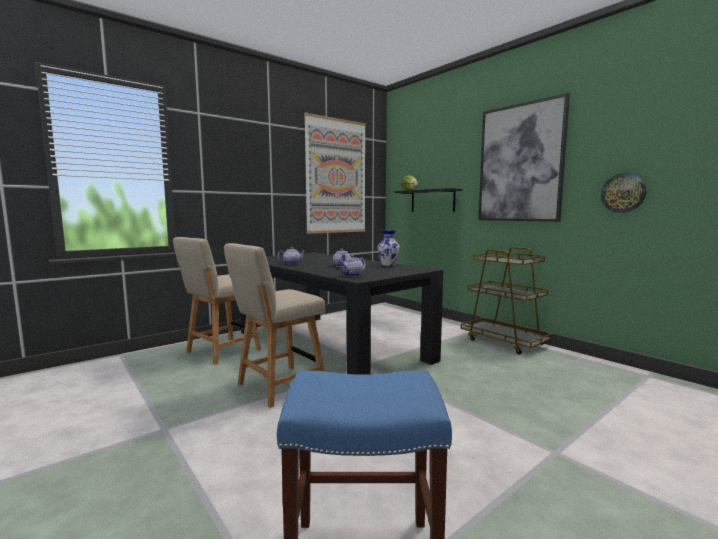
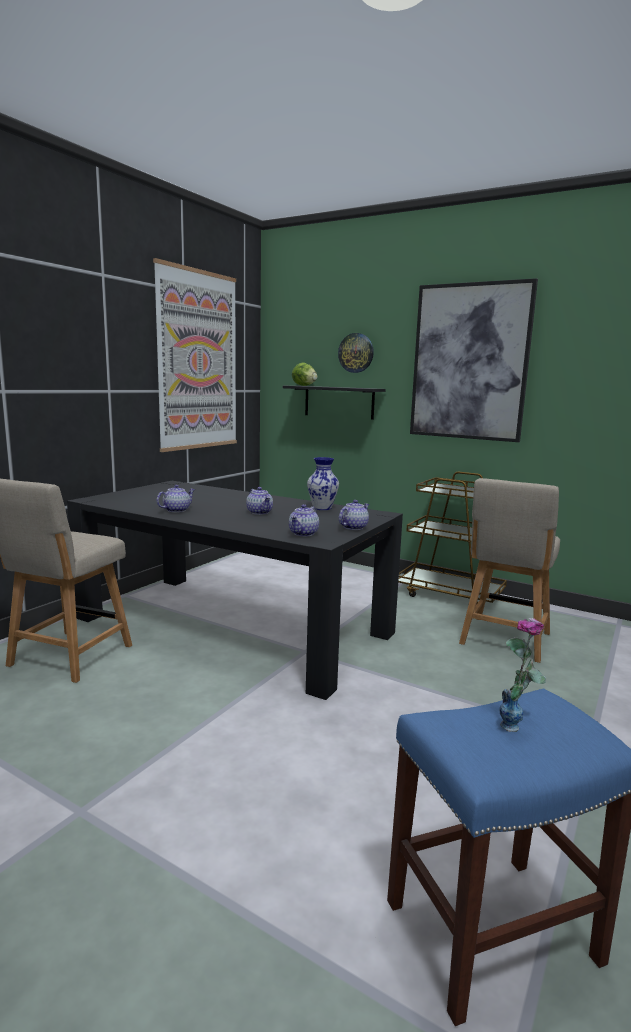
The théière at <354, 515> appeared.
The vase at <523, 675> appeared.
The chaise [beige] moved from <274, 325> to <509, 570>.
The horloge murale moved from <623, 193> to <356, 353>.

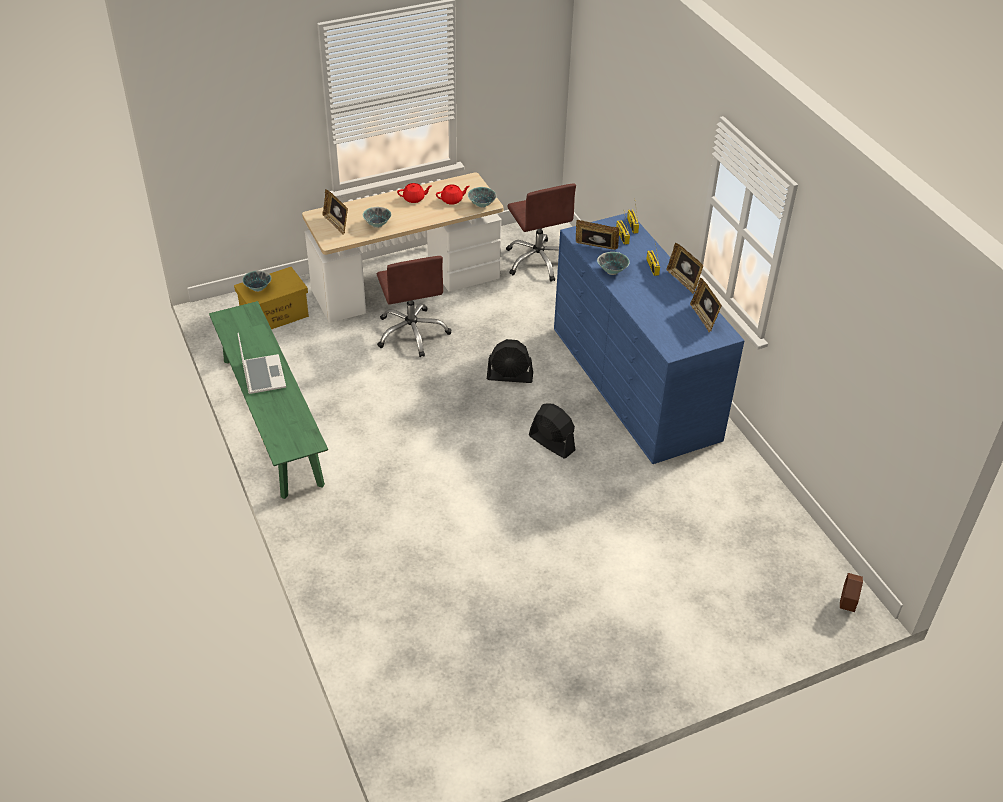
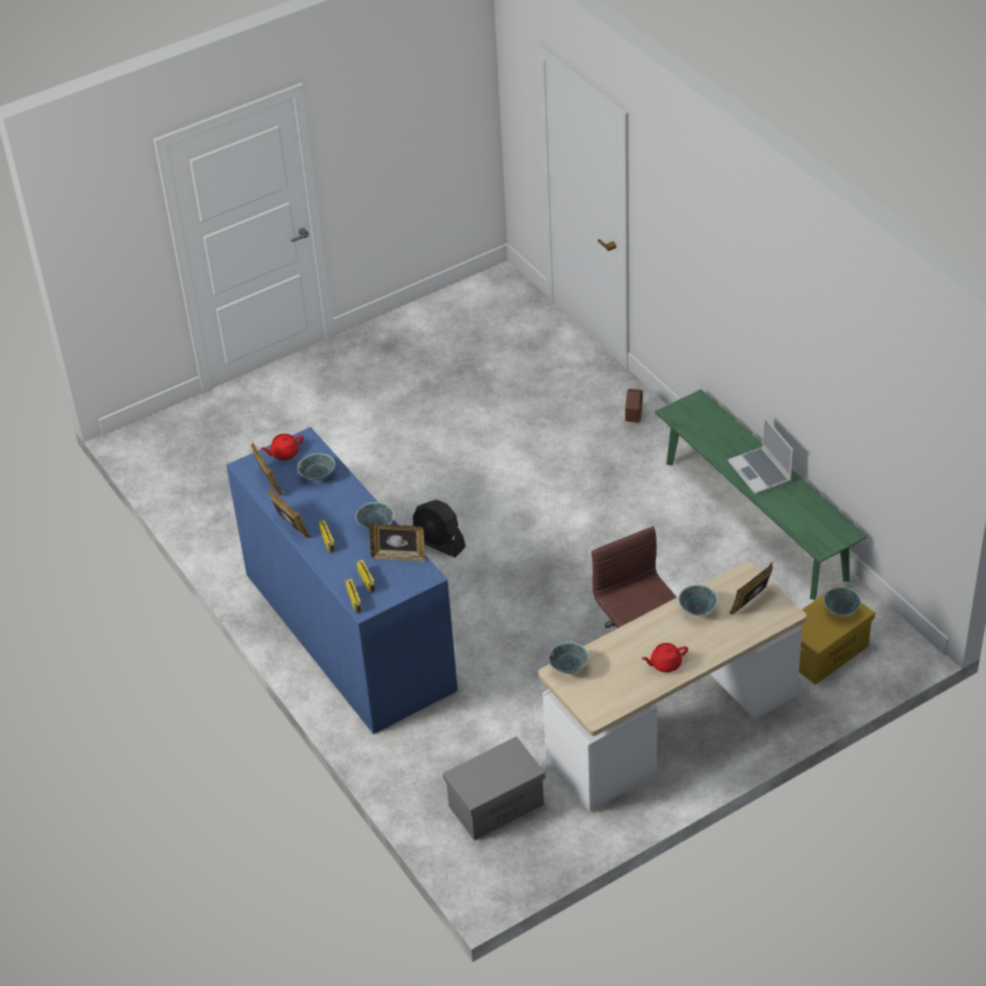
The ventilateur [noir] at <510, 361> disappeared.
The bol at <316, 467> appeared.
The théière [rouge] moved from <453, 194> to <282, 447>.
The cache-pot [marron] moved from <851, 592> to <634, 406>.
The chaise de bureau [marron] at <541, 232> was replaced by the boîte de rangement [gris] at <494, 788>.
The cadre photo at <335, 212> turned 90 degrees counterclockwise.

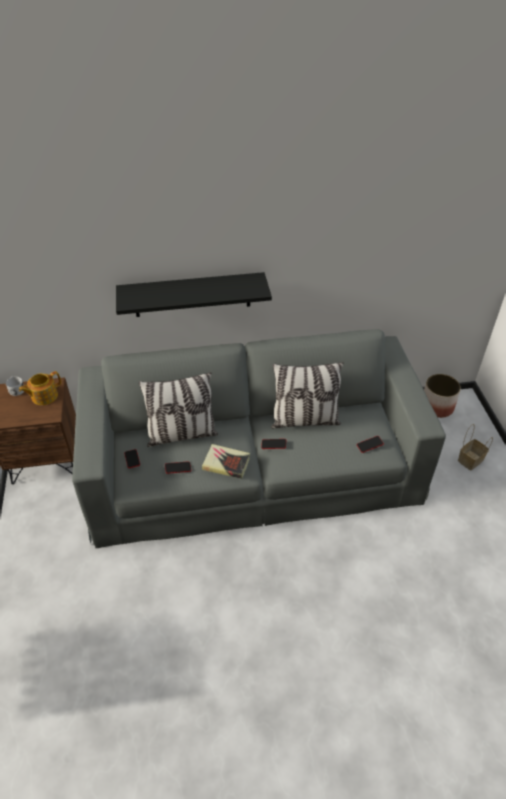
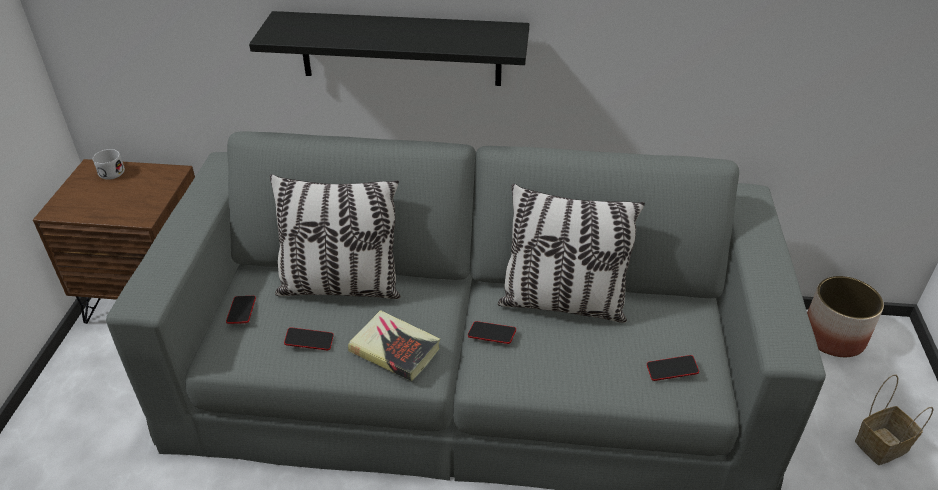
The théière at <40, 388> disappeared.

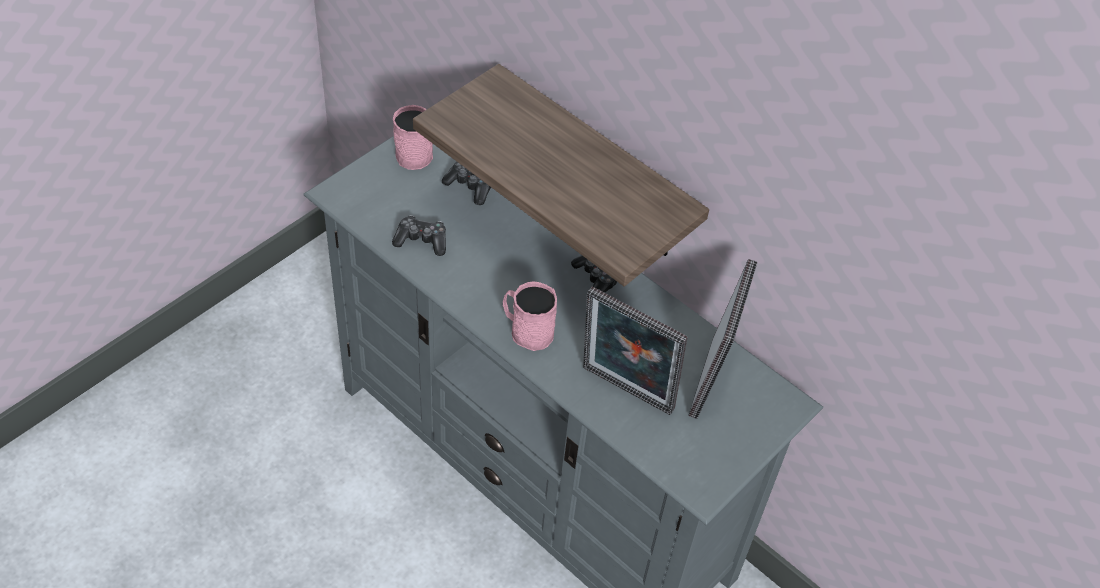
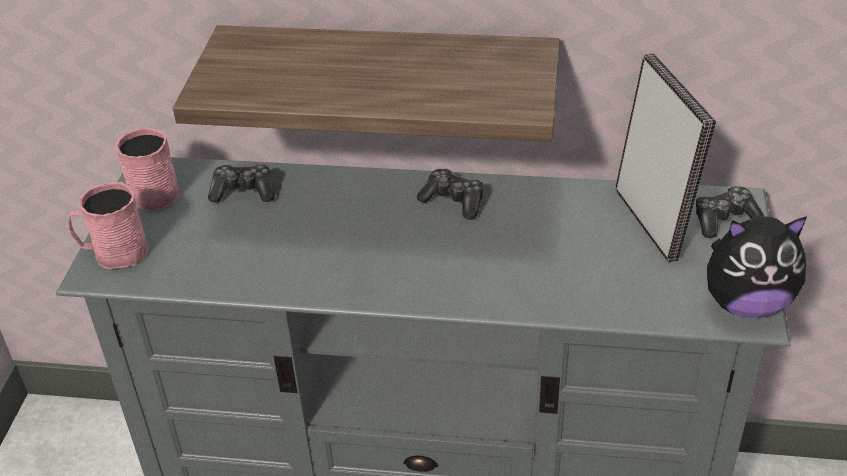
The cadre photo at <635, 350> disappeared.
The peluche at <757, 267> appeared.
The manette moved from <419, 235> to <730, 212>.
The mug [rose] moved from <530, 316> to <108, 225>.

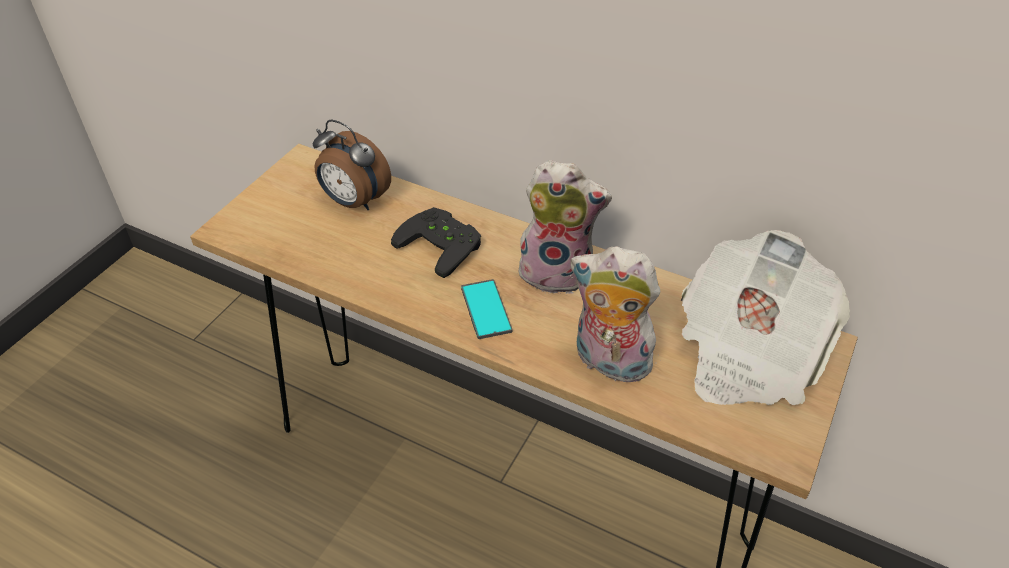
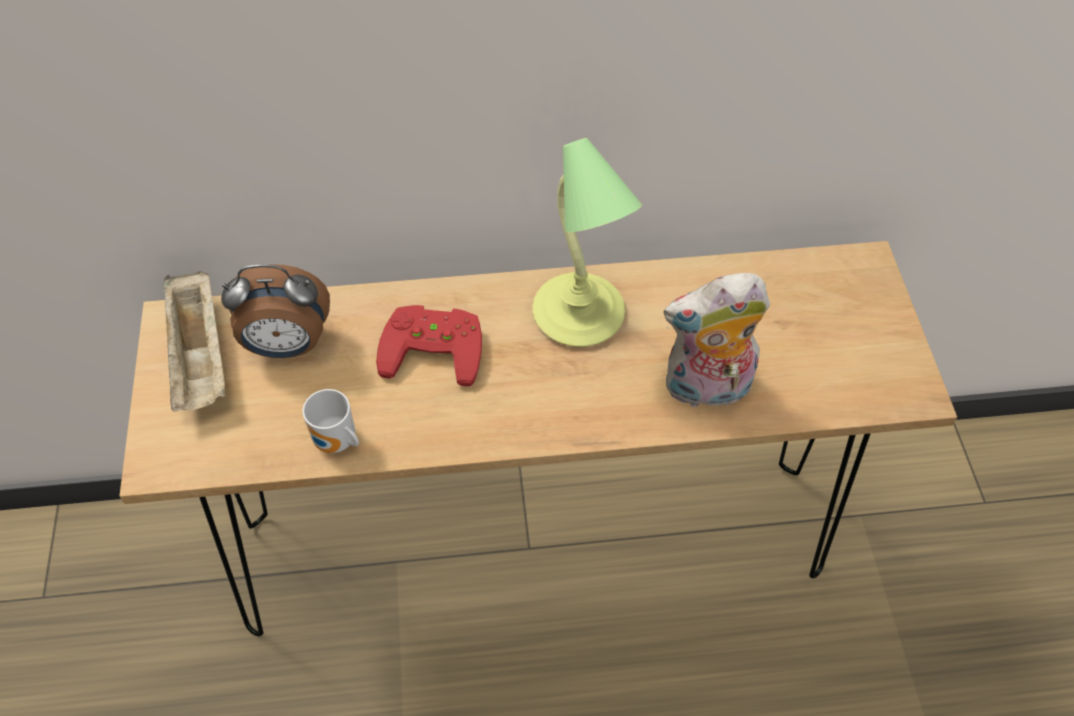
The téléphone at <486, 309> disappeared.
The journal at <765, 317> disappeared.
The plateau [beige] at <195, 341> appeared.
The mug at <330, 421> appeared.
The peluche at <565, 227> was replaced by the lampe de table at <587, 242>.
The manette [noir] at <436, 242> became the manette [rouge] at <429, 345>.

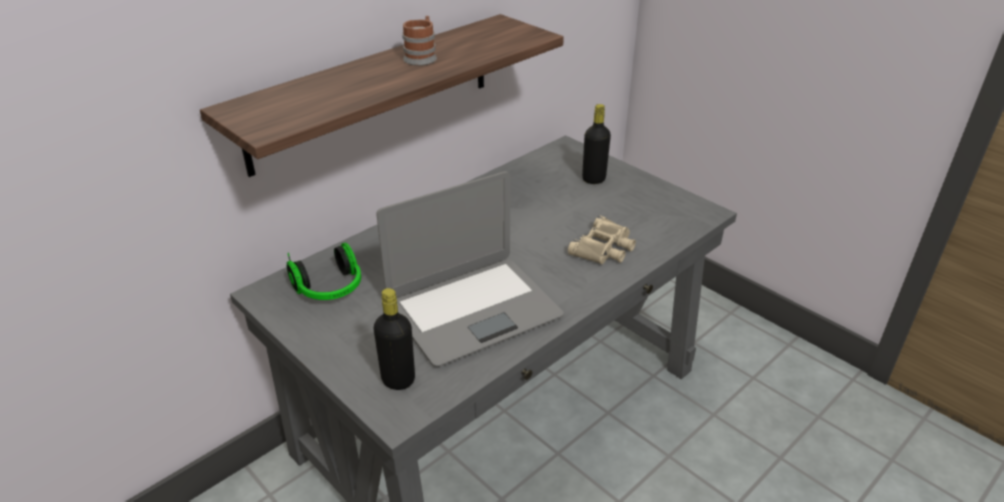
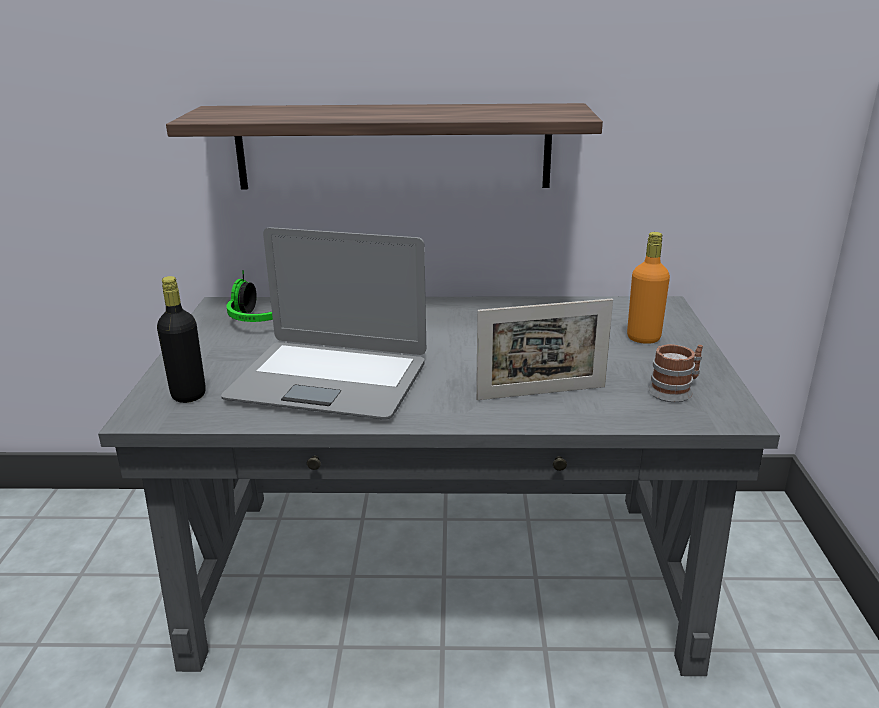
The mug moved from <419, 41> to <675, 373>.
The jumelles [beige] at <602, 239> was replaced by the cadre photo at <544, 349>.
The bouteille [noir] at <596, 144> became the bouteille [orange] at <648, 288>.

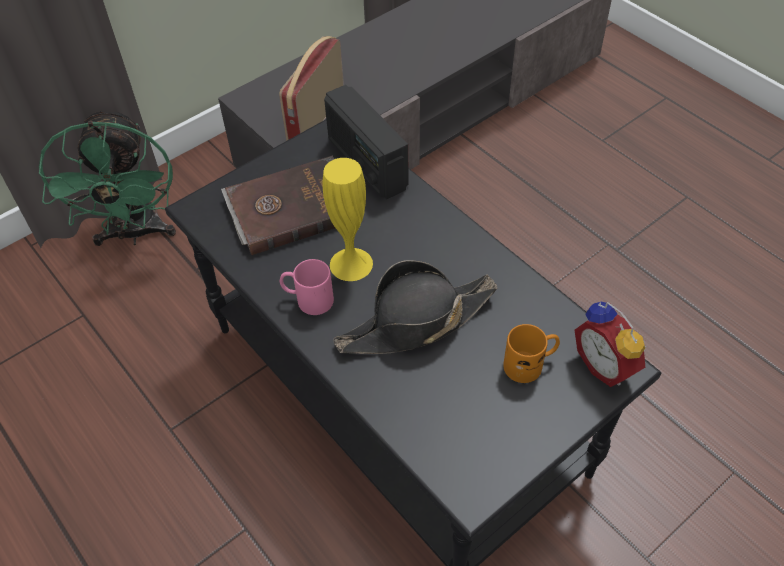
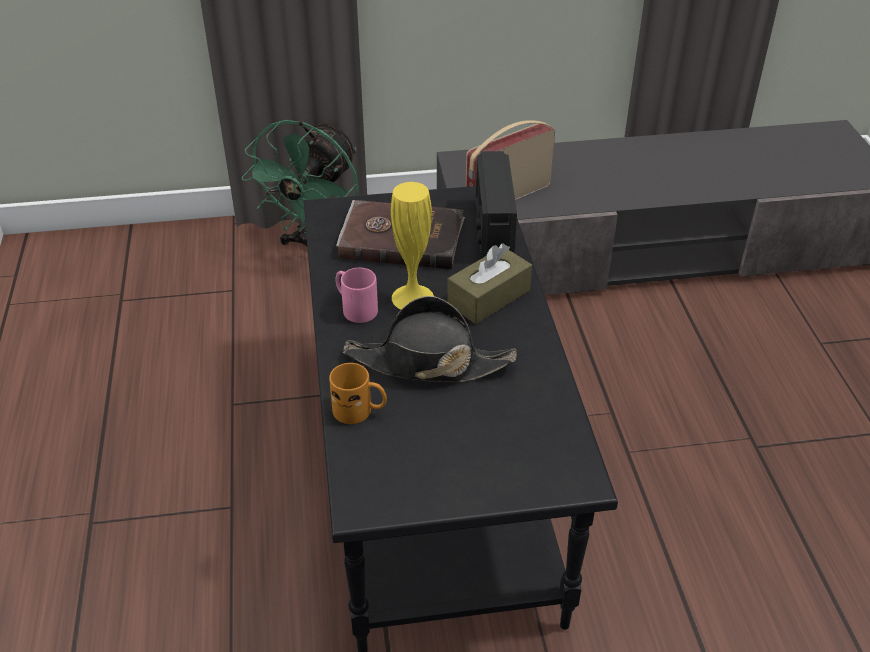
The réveil at <610, 344> disappeared.
The boîte à mouchoirs [marron] at <489, 283> appeared.
The mug [orange] moved from <531, 353> to <358, 393>.

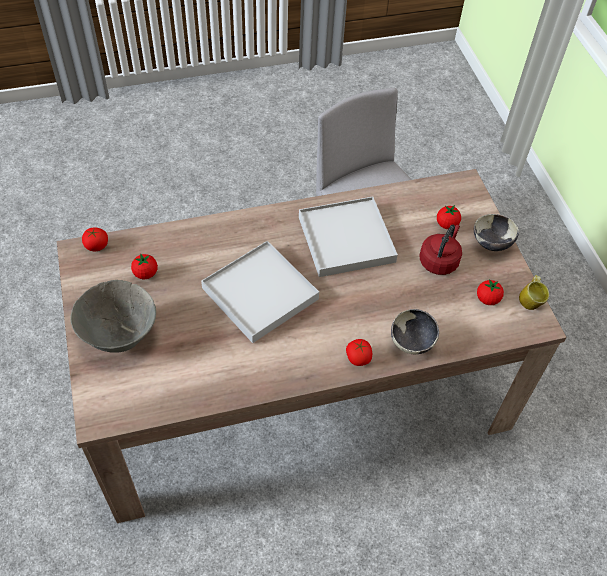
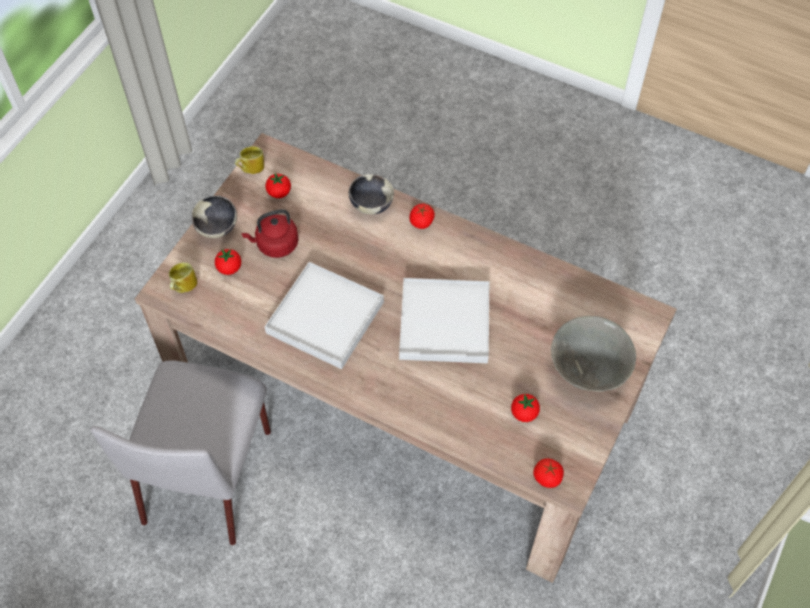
The mug at <183, 277> appeared.

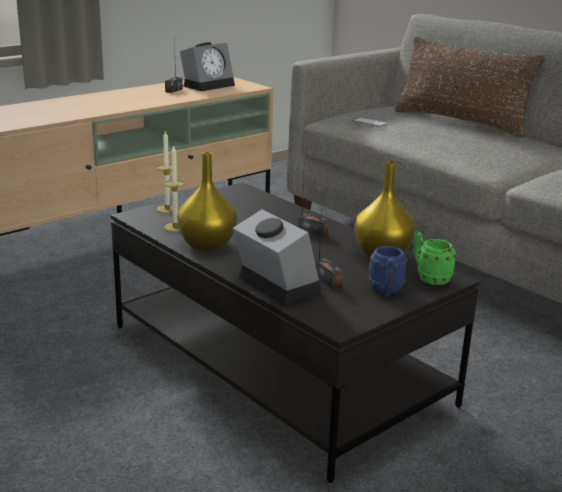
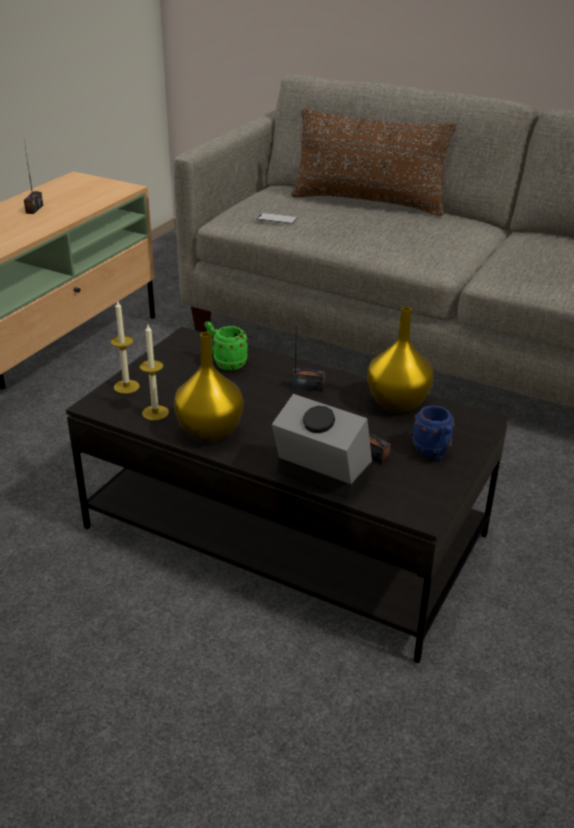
The réveil at <207, 66> disappeared.
The mug [vert] moved from <435, 258> to <226, 345>.

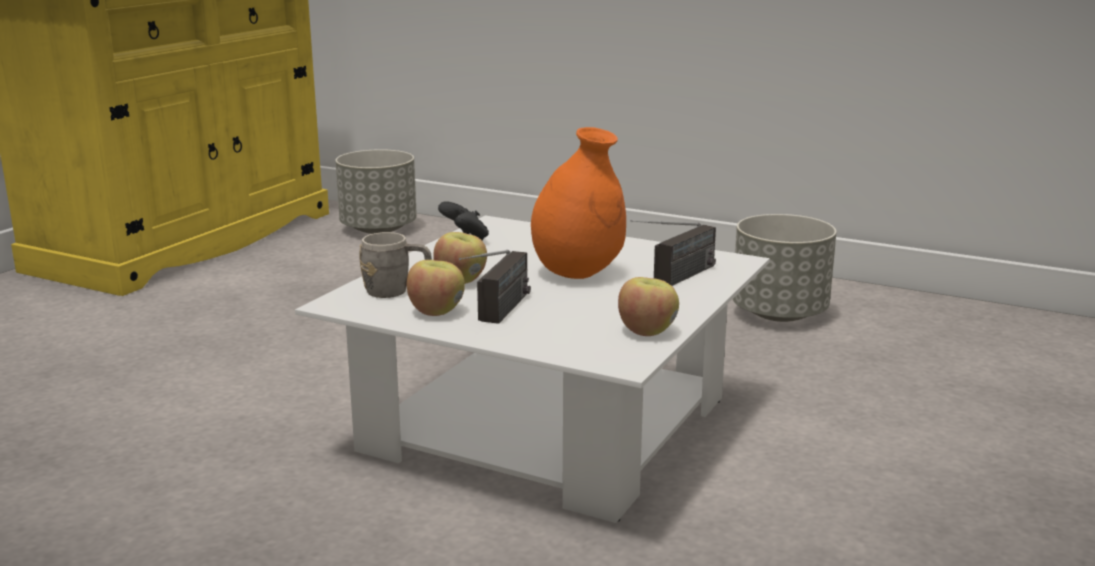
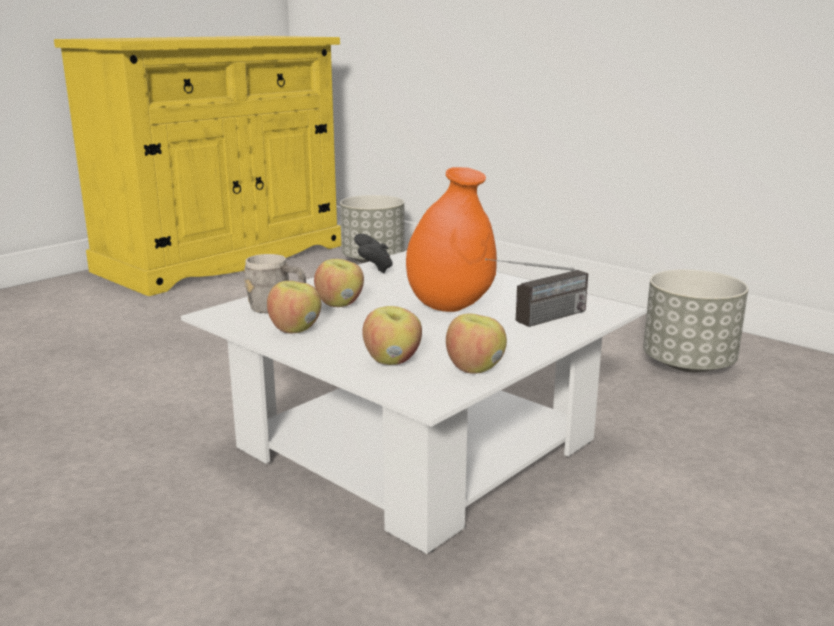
The radio at <495, 287> disappeared.
The pomme at <392, 335> appeared.

